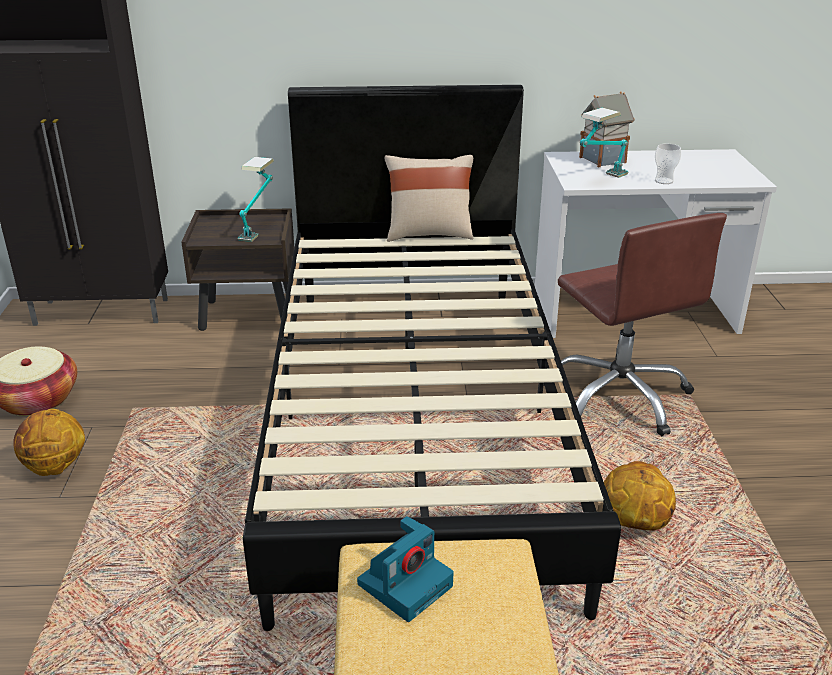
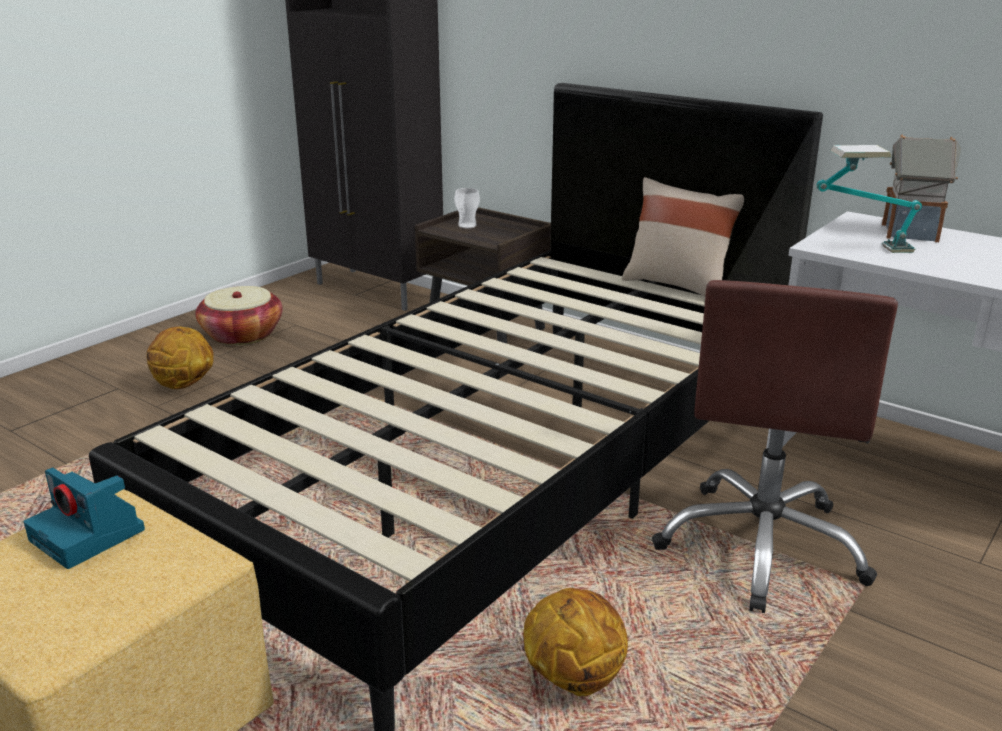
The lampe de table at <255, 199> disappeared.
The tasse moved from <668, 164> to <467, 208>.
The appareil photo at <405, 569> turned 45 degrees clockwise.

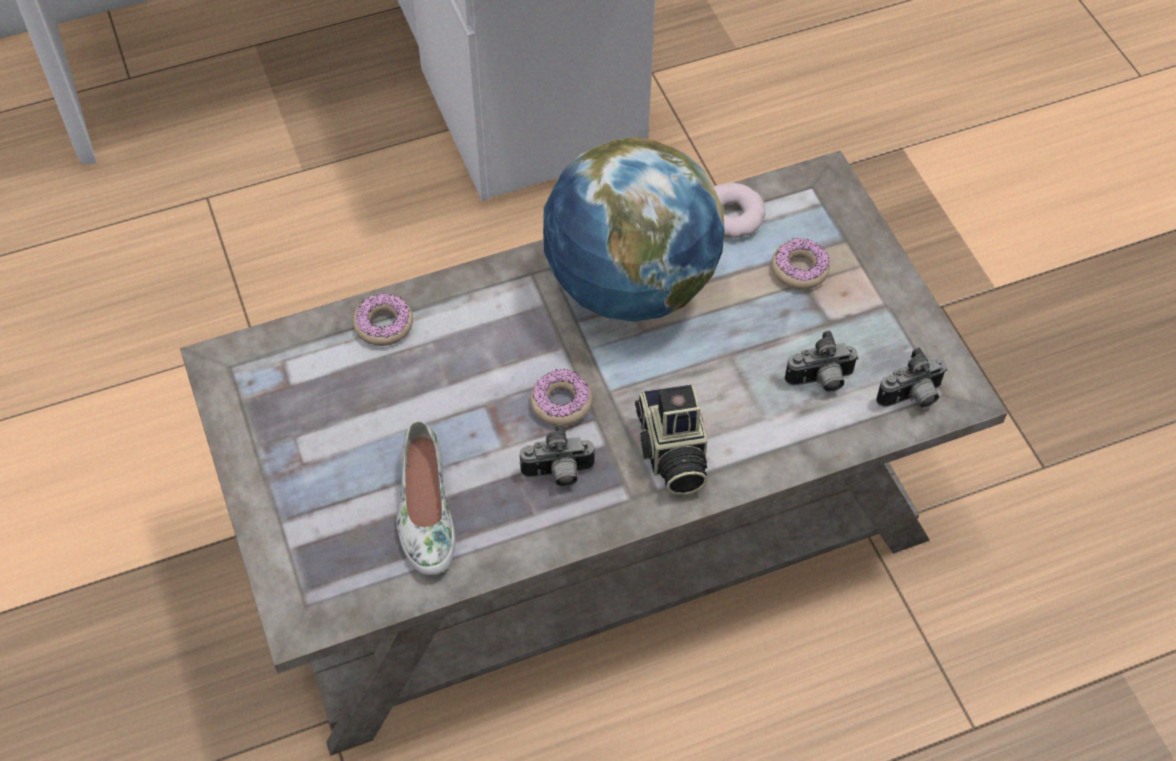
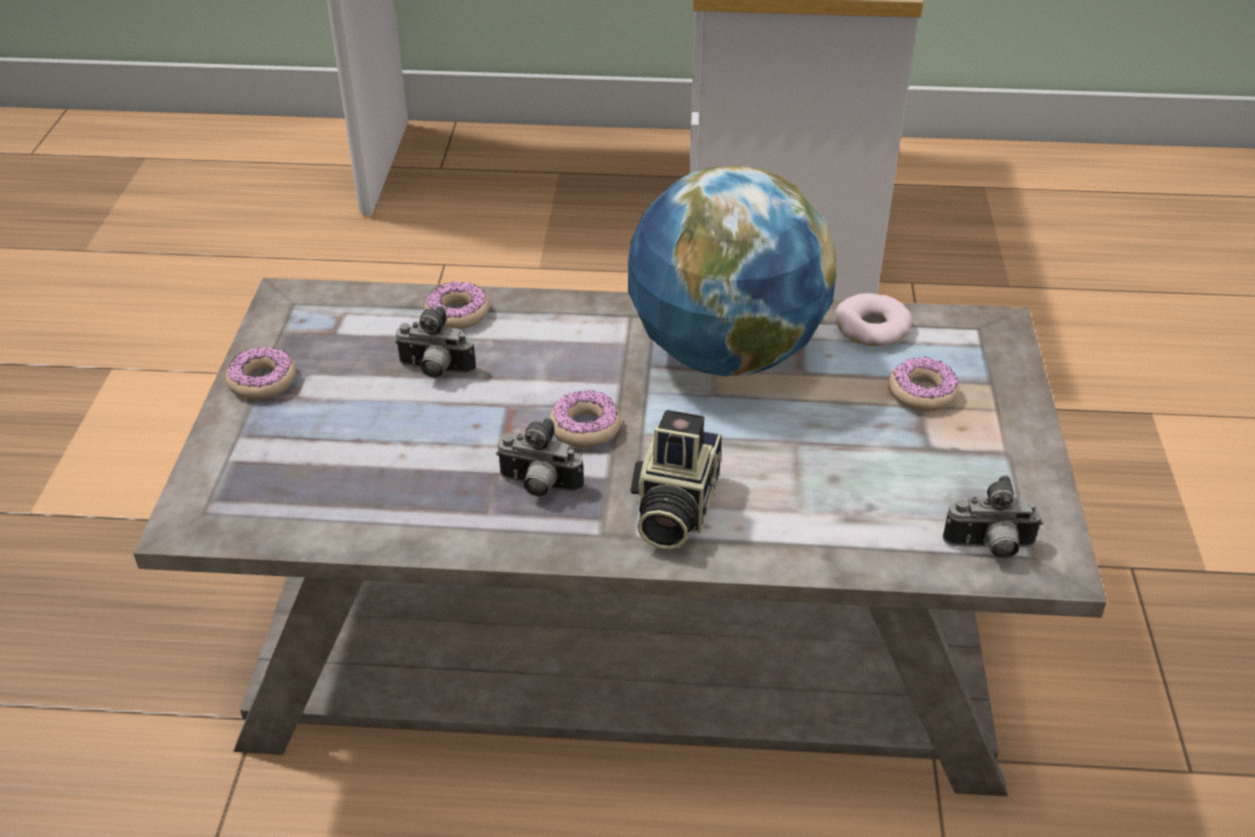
The chaussure [blanc] at <426, 497> disappeared.
The beignet at <260, 373> appeared.
The appareil photo moved from <822, 361> to <435, 342>.

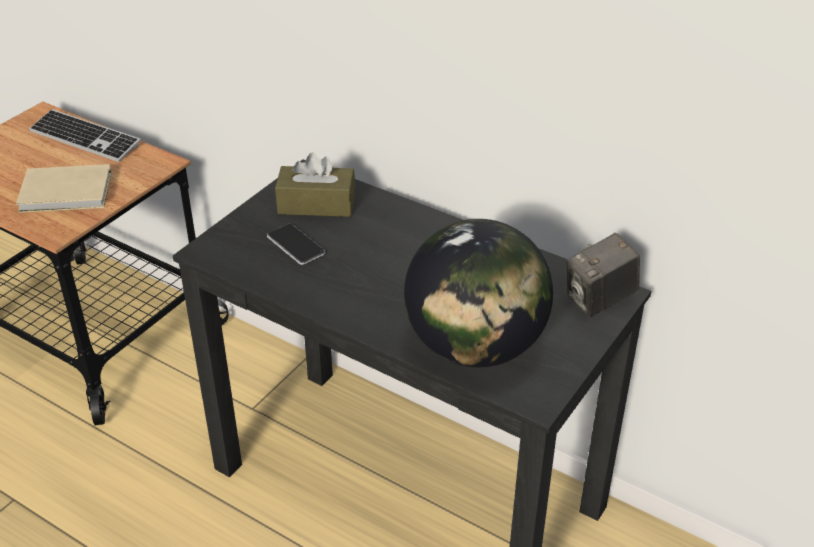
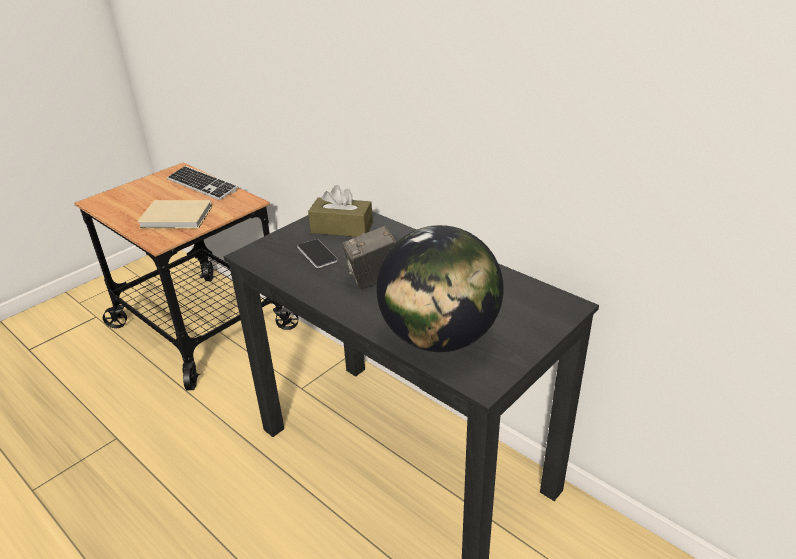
The appareil photo moved from <603, 275> to <369, 257>.

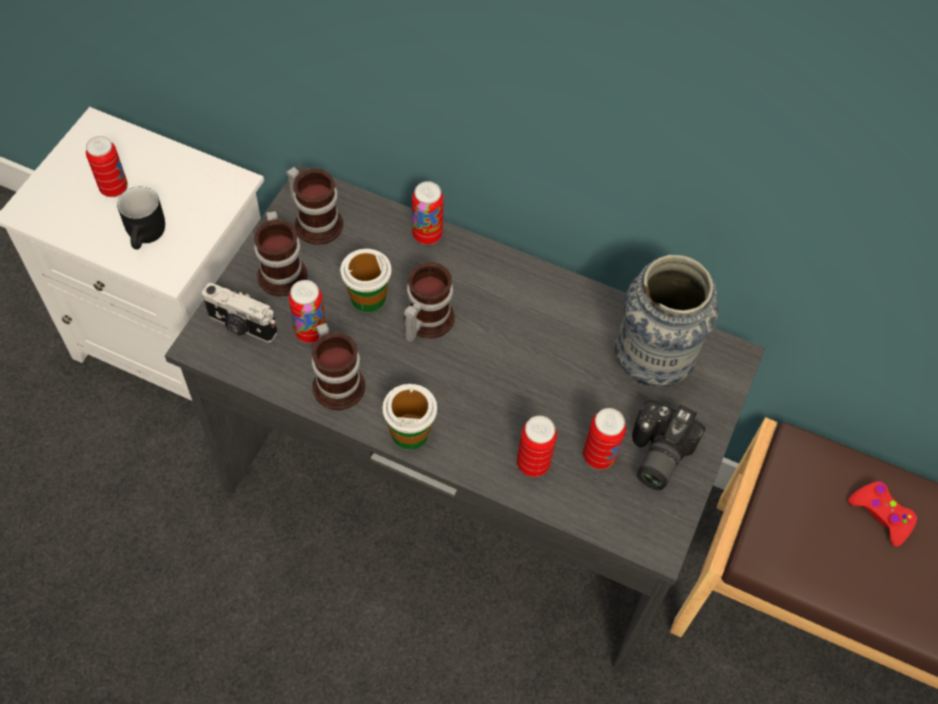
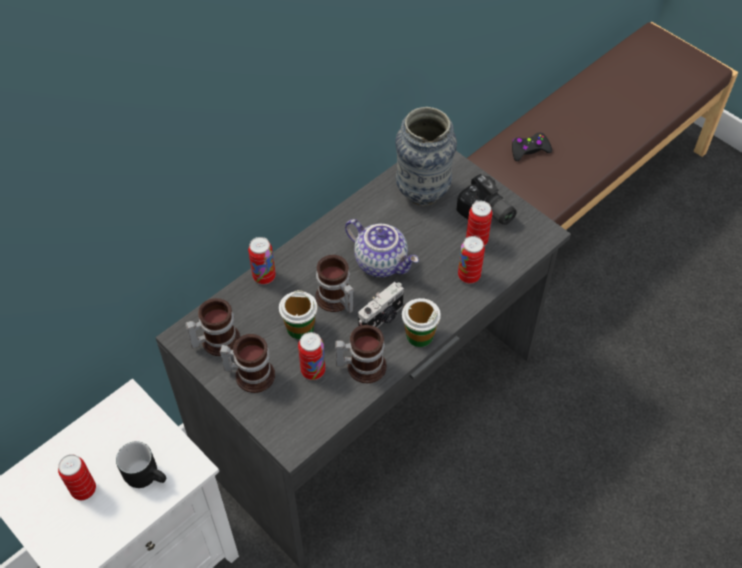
The théière at <382, 248> appeared.
The appareil photo moved from <239, 313> to <381, 305>.
The manette [rouge] at <883, 514> became the manette [noir] at <532, 146>.

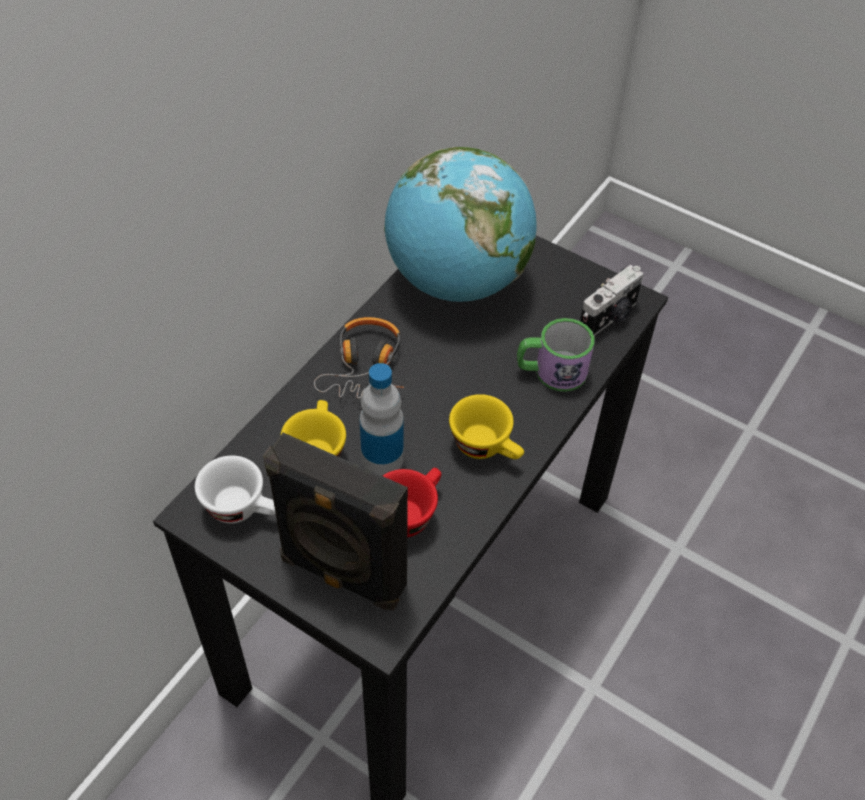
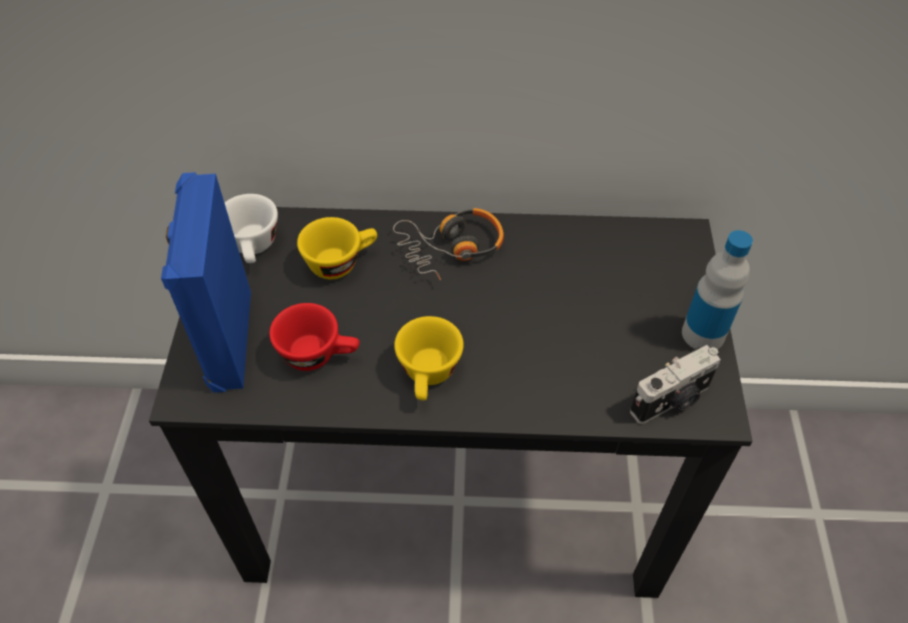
The globe at <460, 224> disappeared.
The mug at <556, 355> disappeared.
The bouteille moved from <382, 419> to <717, 289>.
The enceinte [noir] at <335, 521> became the enceinte [bleu] at <206, 282>.
The appareil photo at <612, 300> turned 45 degrees counterclockwise.

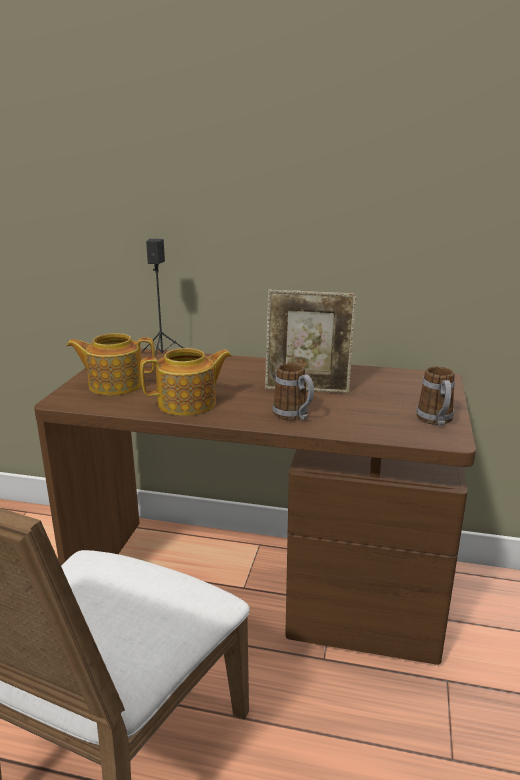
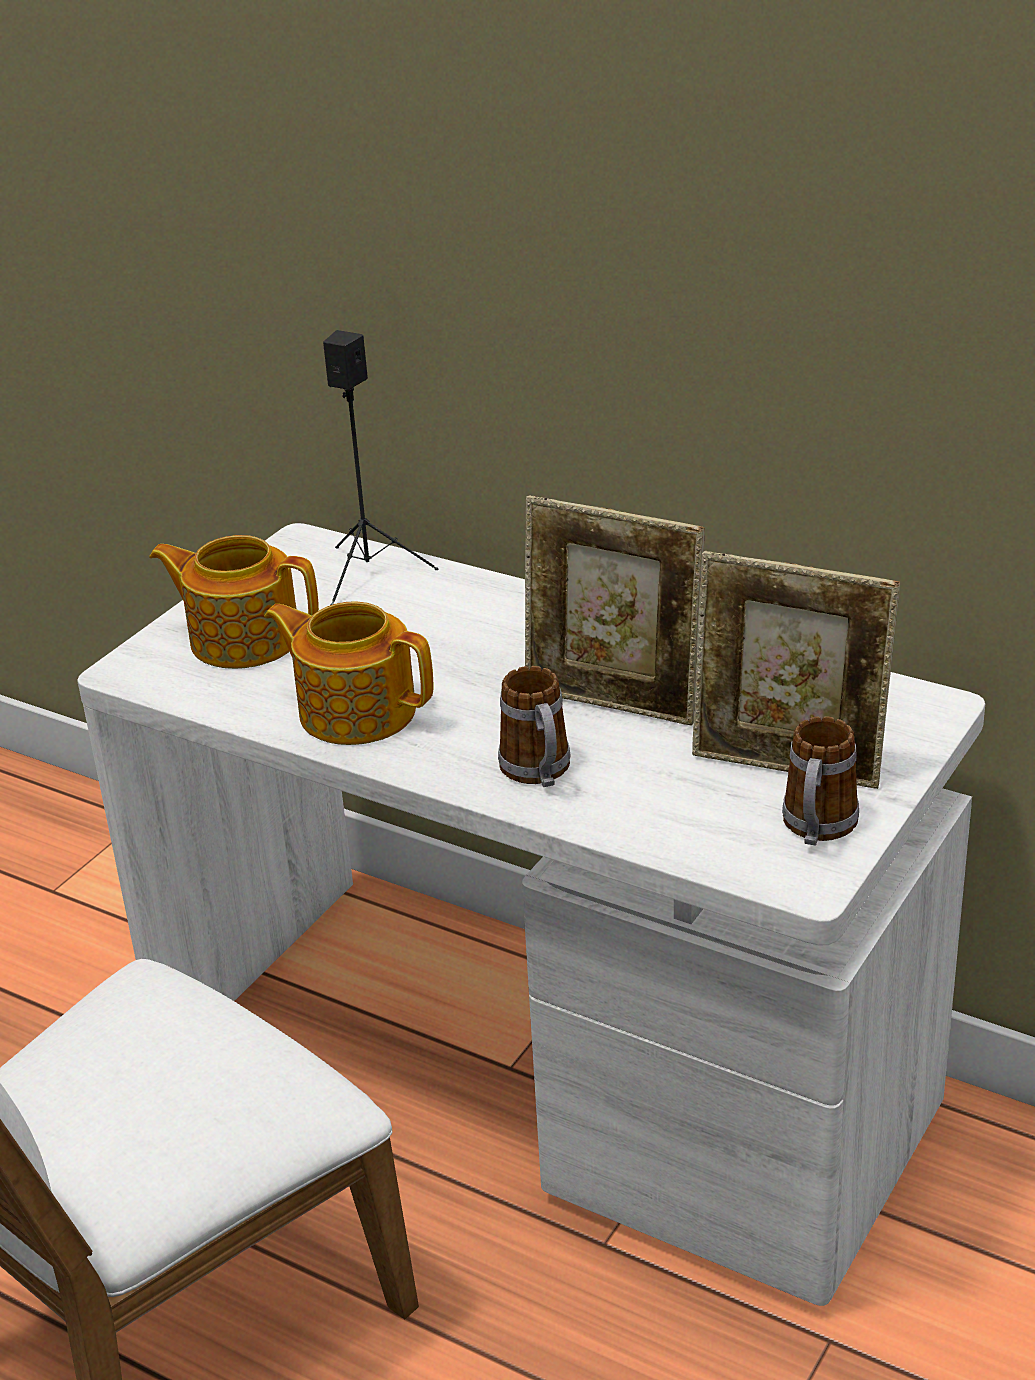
The cadre photo at <796, 670> appeared.
The bureau [marron] at <255, 506> became the bureau [blanc] at <531, 914>.
The théière at <186, 382> turned 150 degrees counterclockwise.

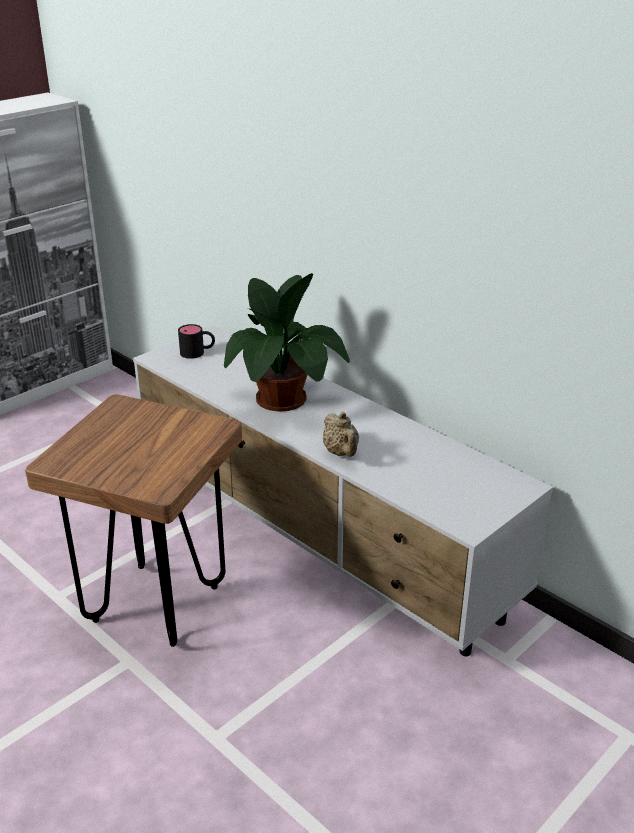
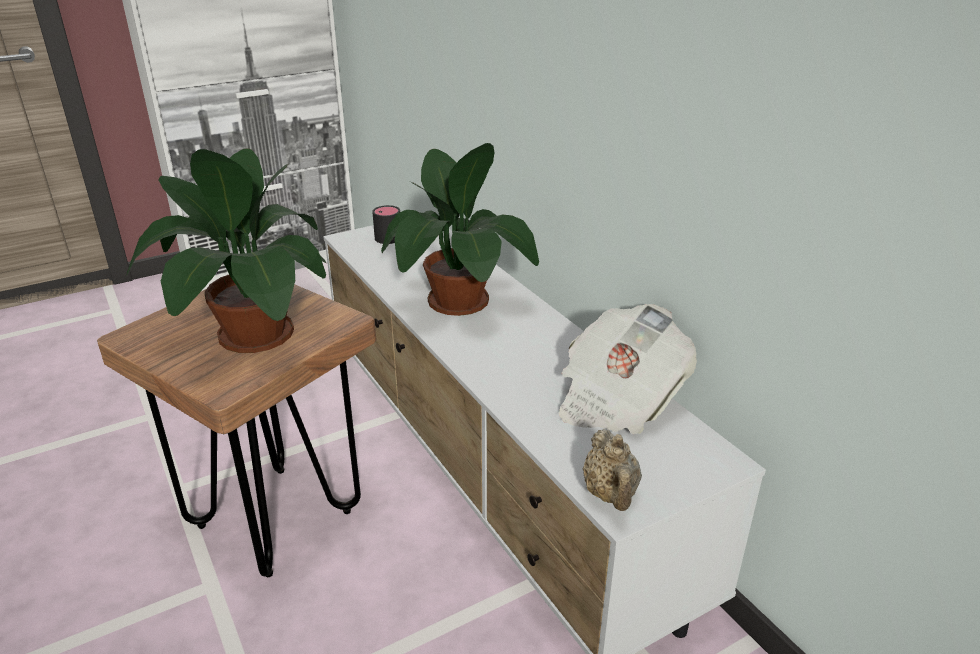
The plante en pot at <226, 250> appeared.
The journal at <628, 369> appeared.
The théière [beige] moved from <341, 434> to <612, 470>.

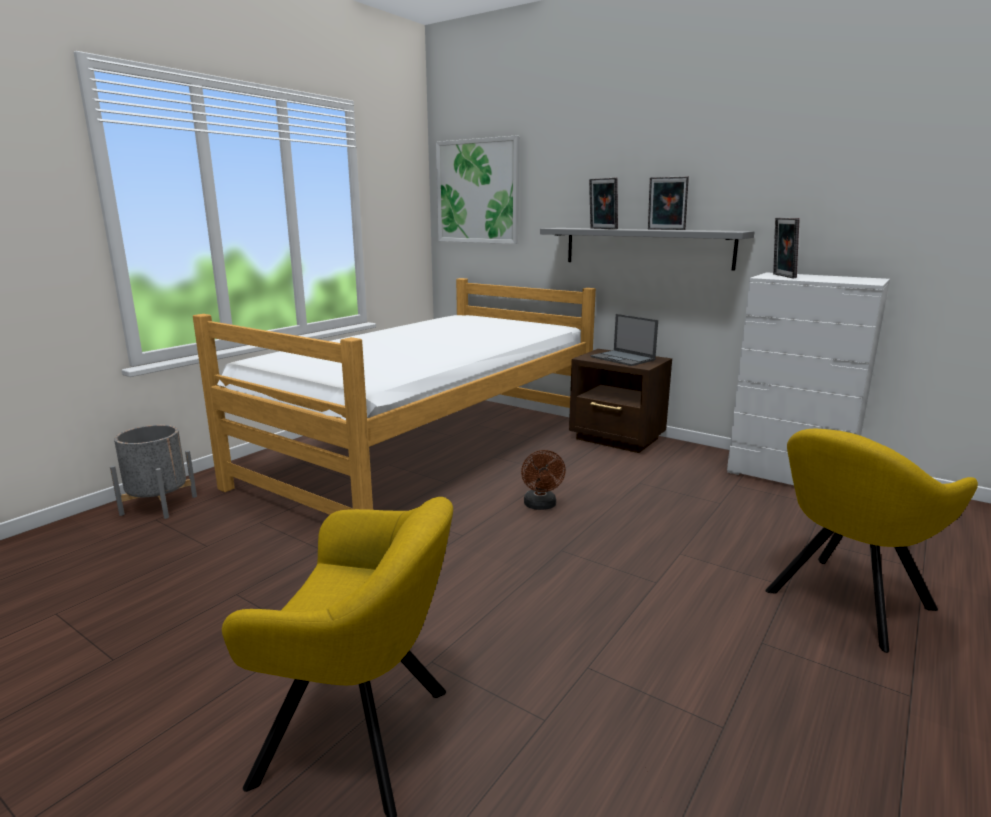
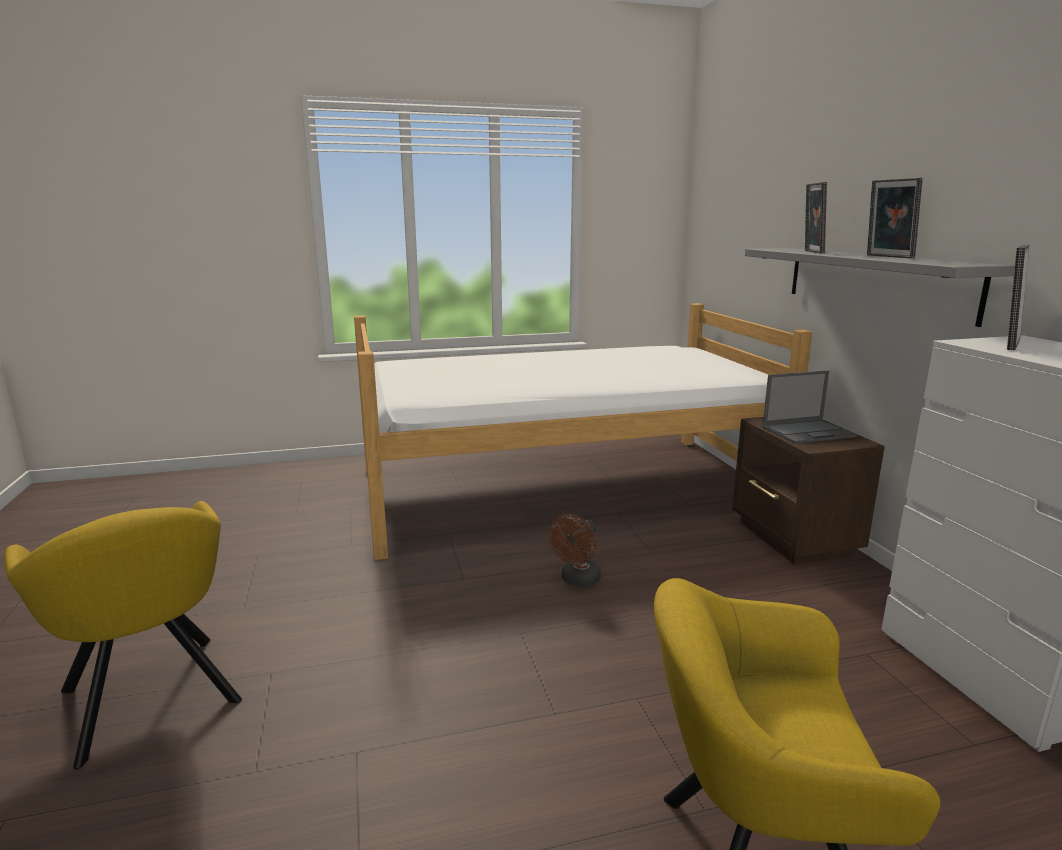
The cache-pot [gris] at <153, 472> disappeared.
The tableau at <477, 189> disappeared.
The ordinateur portable at <624, 340> turned 105 degrees counterclockwise.

